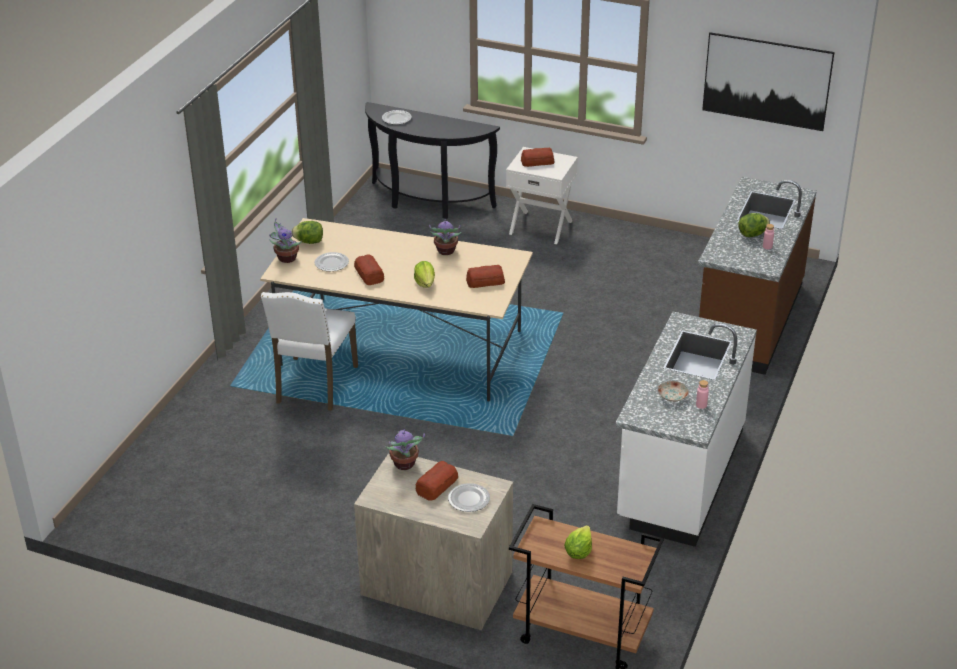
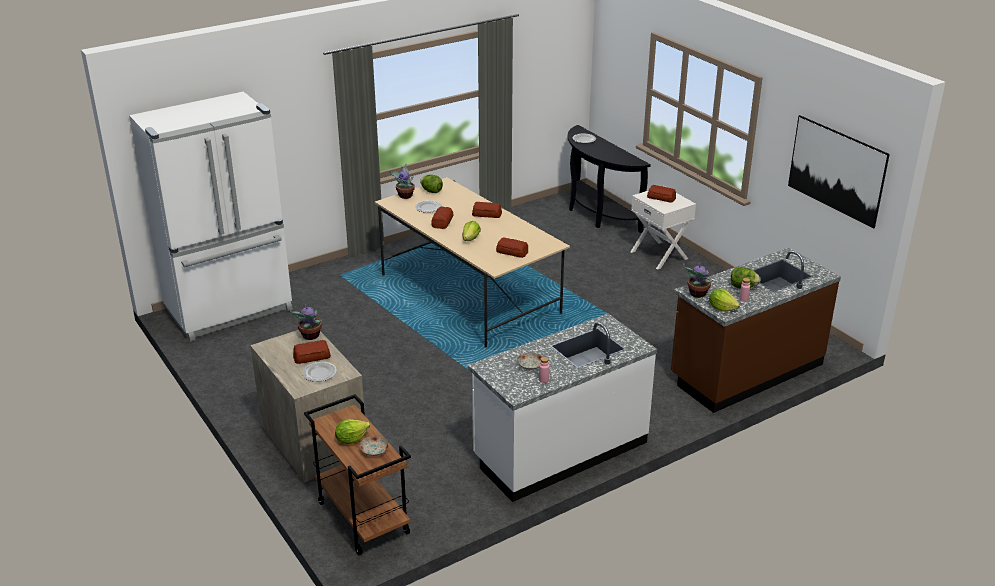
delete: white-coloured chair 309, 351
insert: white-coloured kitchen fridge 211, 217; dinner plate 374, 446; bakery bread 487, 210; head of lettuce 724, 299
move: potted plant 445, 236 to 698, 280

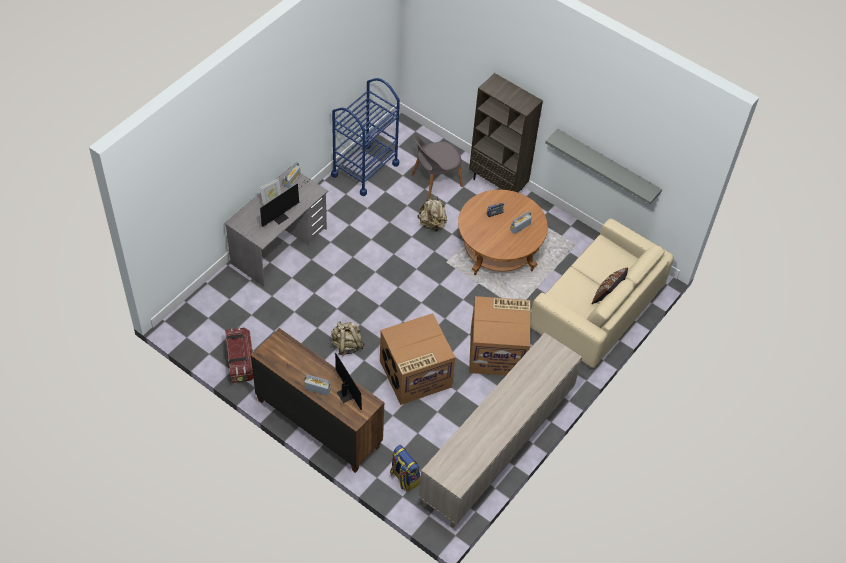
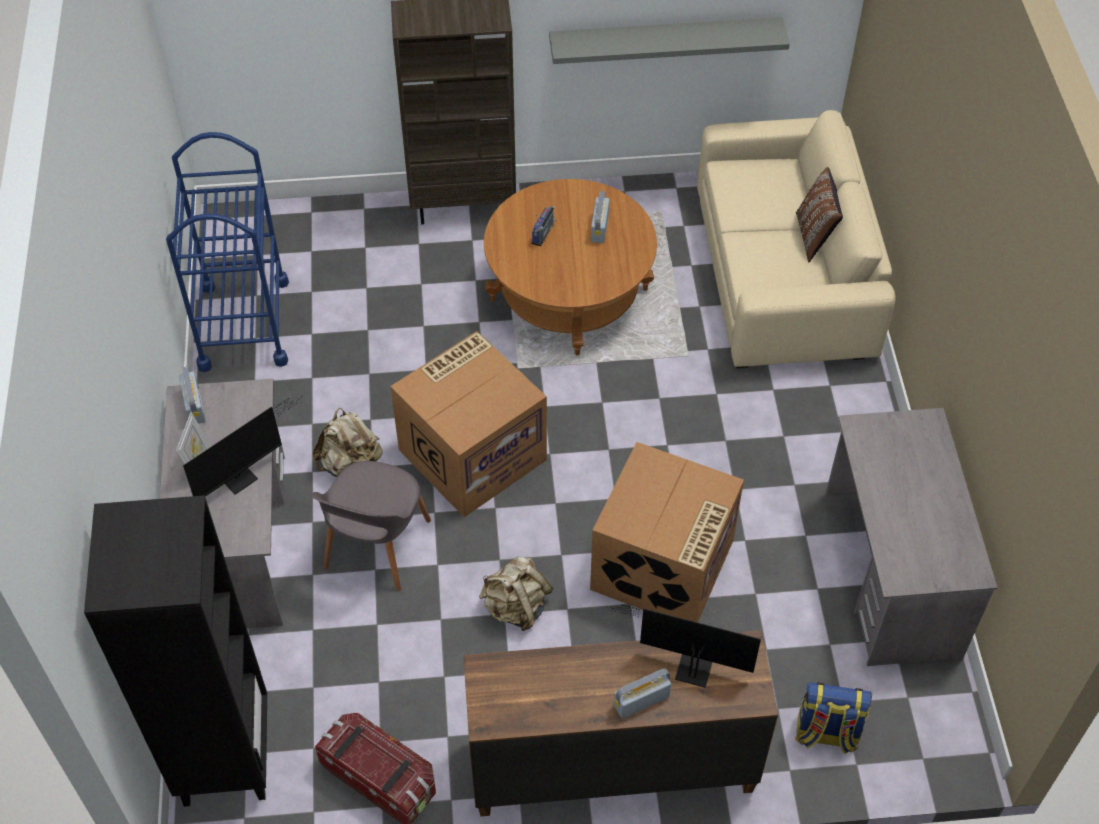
insert: black shelving unit 175, 651
move: gray chair 437, 167 to 370, 526; beige knapsack 432, 214 to 348, 442; carton 499, 335 to 468, 424
replace: beige cabinet 500, 430 to gray desk table 912, 537
rotate: computer screen 284, 203 = 242, 446 45 degrees clockwise

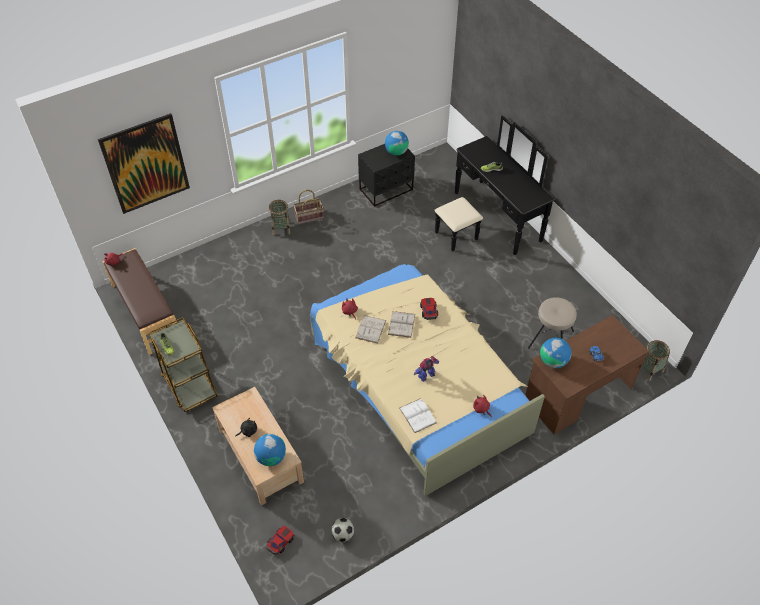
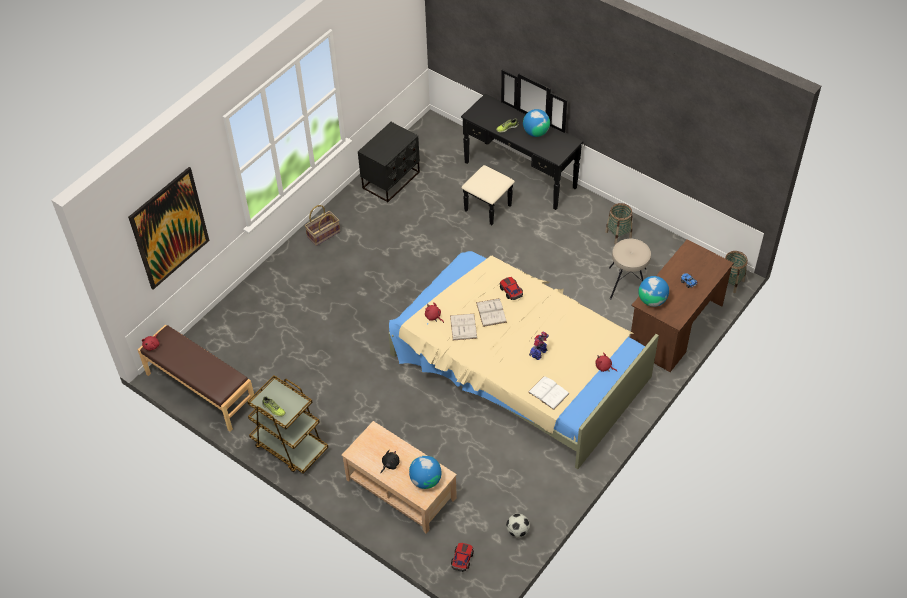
move: household basket 279, 217 to 618, 223; globe 397, 143 to 536, 123

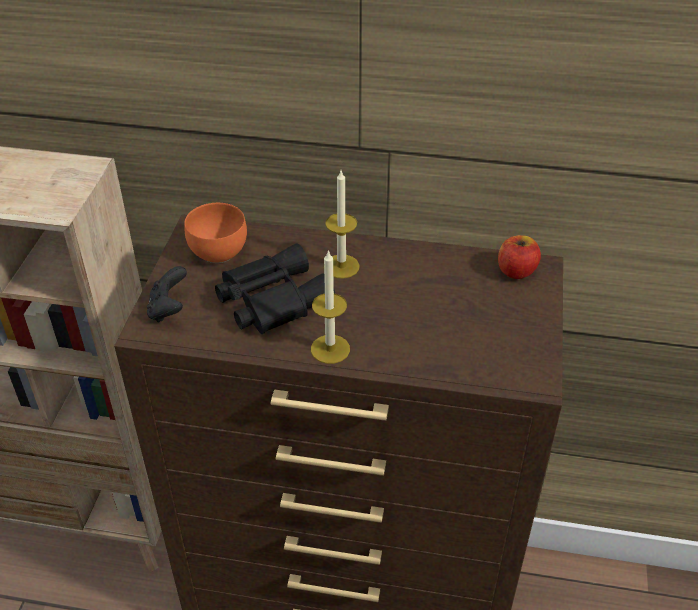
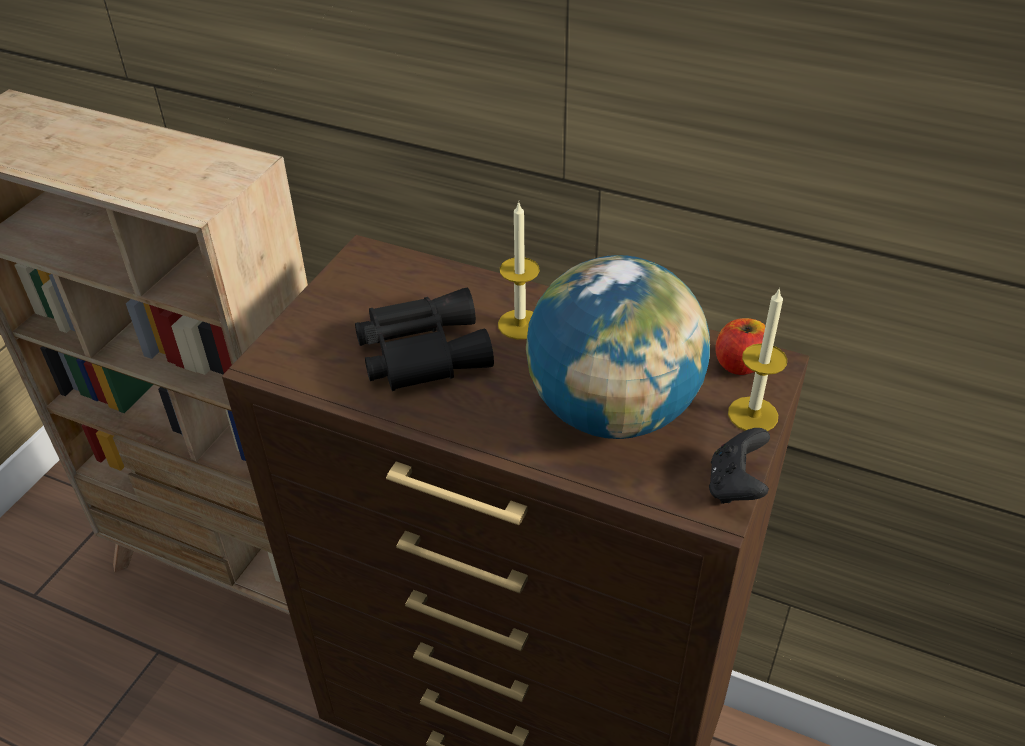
delete: orange-coloured serving bowl 215, 233
insert: globe 618, 347
move: black gamepad 167, 294 to 739, 466; wax light 330, 307 to 757, 359

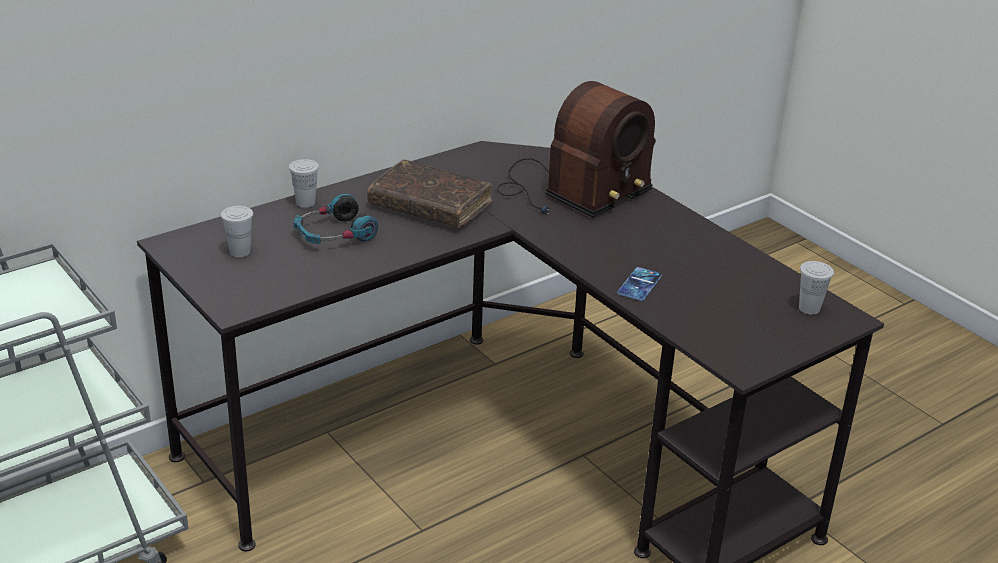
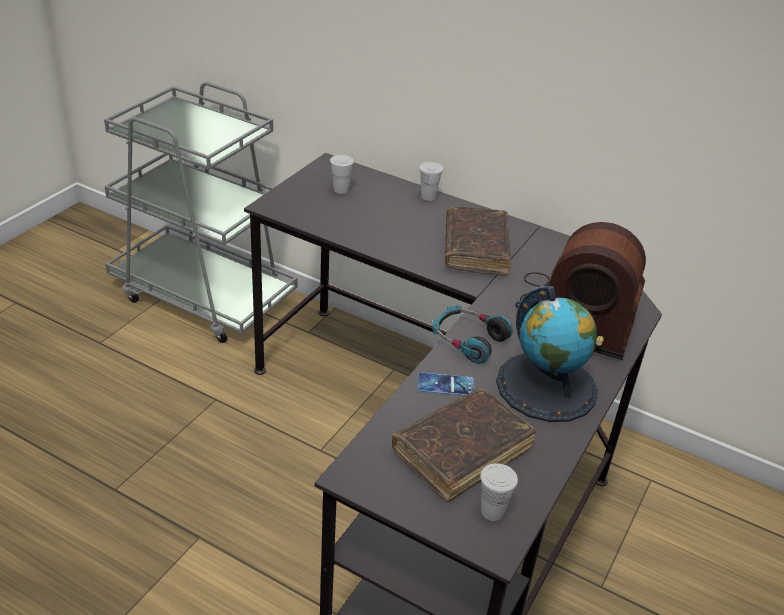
insert: brown book 464, 445; globe 547, 354
move: pair of headphones 336, 219 to 472, 334

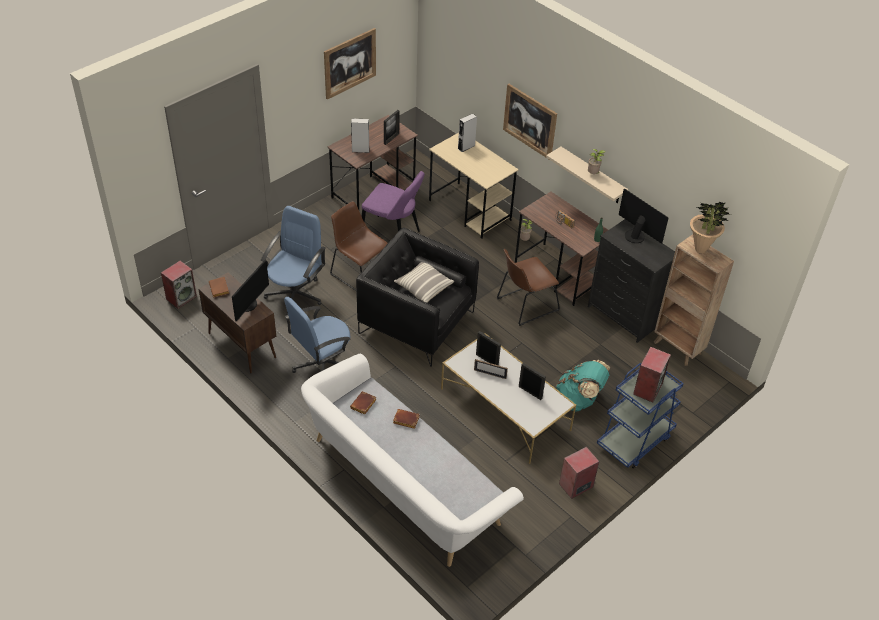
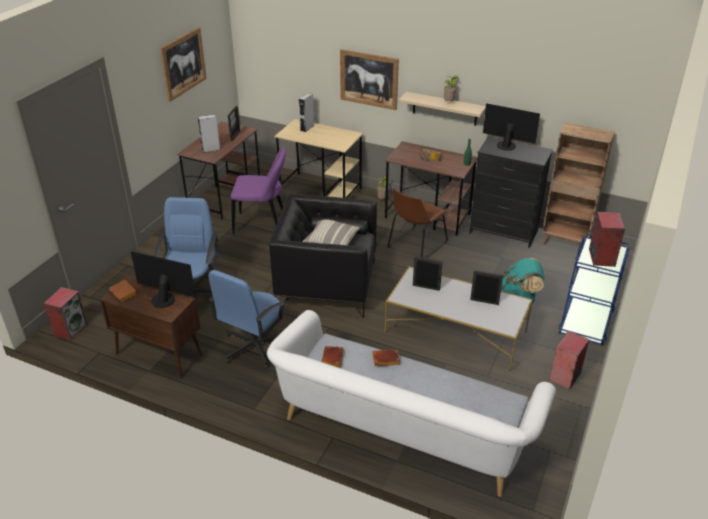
delete: brown chair 359, 246; photo frame 491, 369; potted plant 710, 228
rotate: computer screen 250, 290 = 163, 279 75 degrees counterclockwise

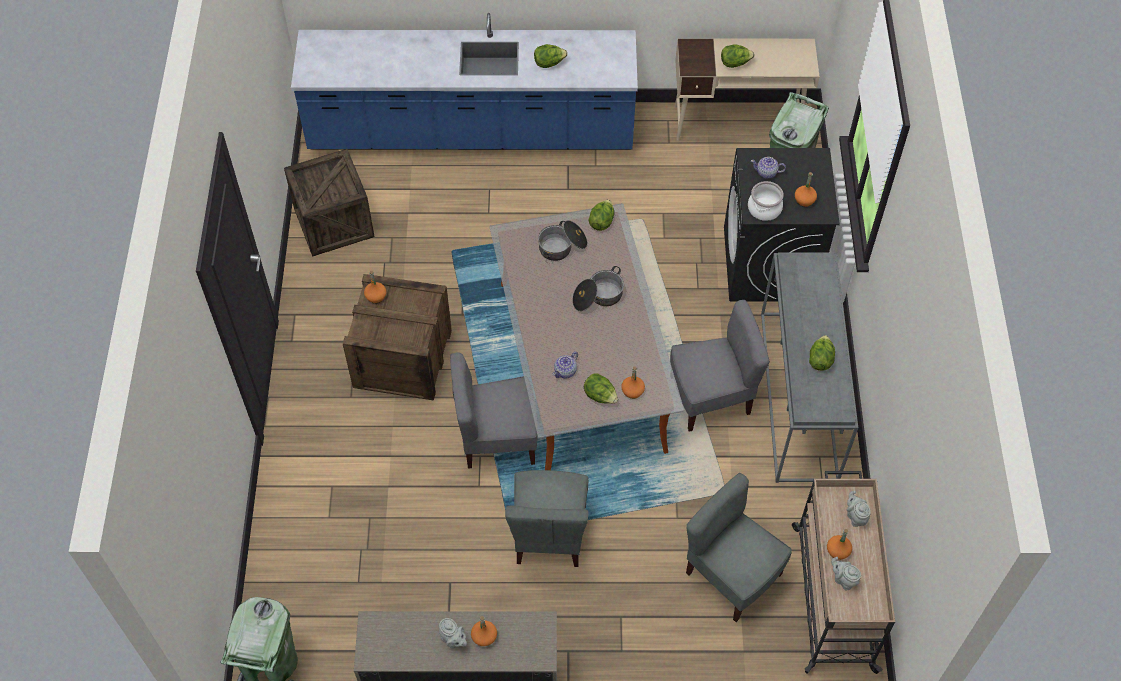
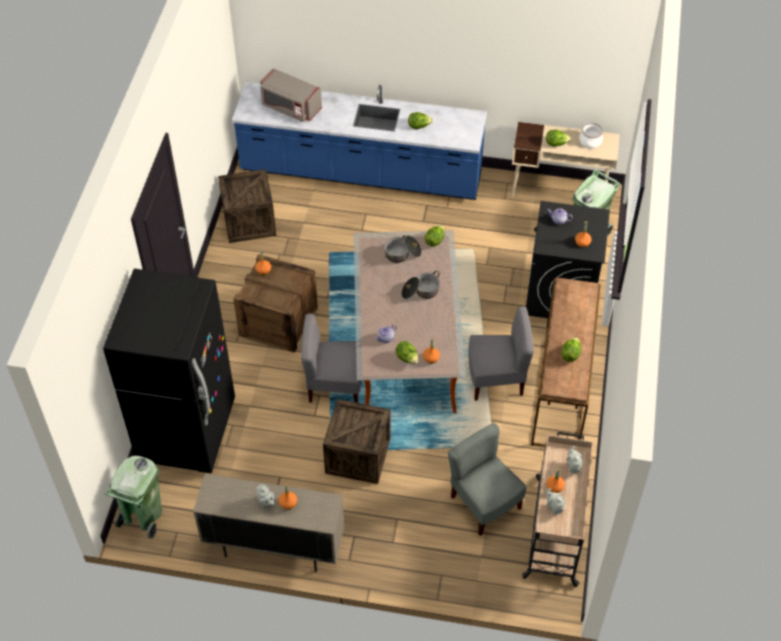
insert: black kitchen fridge 169, 371; gray microwave oven 291, 95
move: stockpot 766, 201 to 591, 135
replace: gray chair 546, 518 to packing crate 356, 441
recolor: gray narrow table 809, 367 to brown narrow table 566, 362

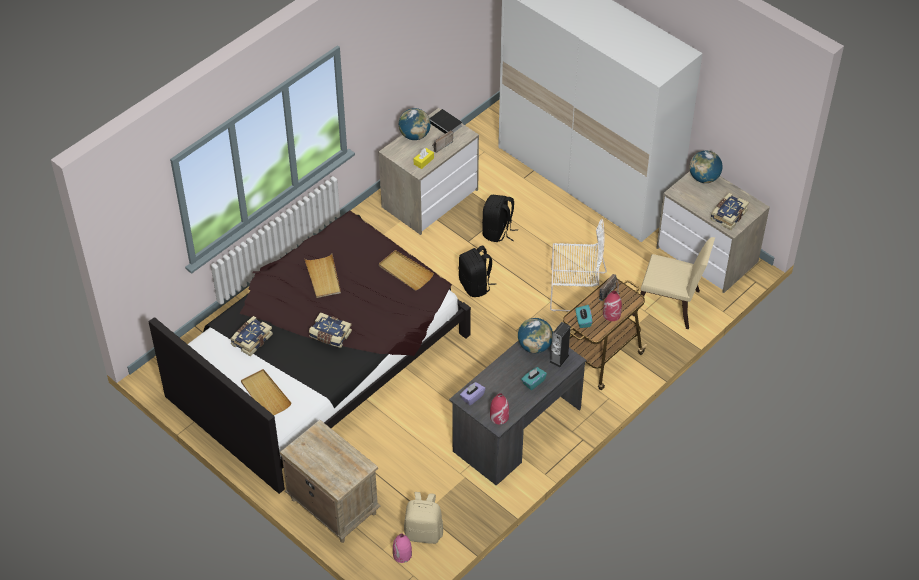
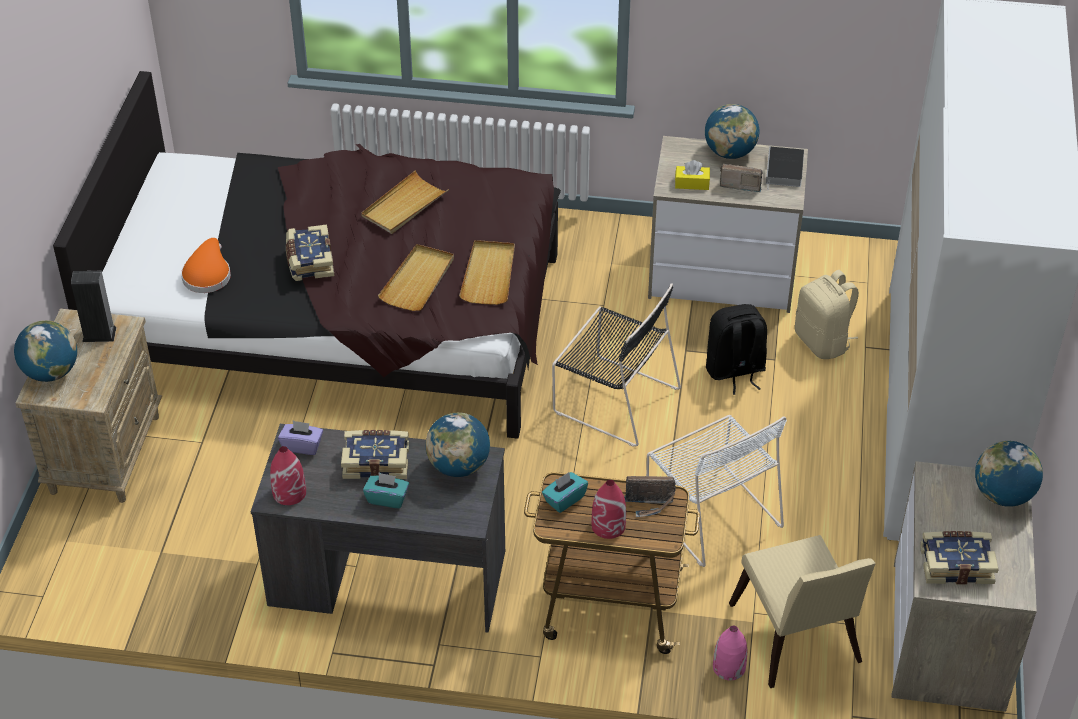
insert: globe 45, 351; orange-coloured clothing hat 206, 265
move: book 251, 336 to 375, 454; beige serving tray 266, 392 to 416, 277; pinkish vase 402, 548 to 730, 653; beige knapsack 423, 518 to 827, 314; audio speaker 560, 345 to 93, 306
replace: black knapsack 478, 271 to black chair 616, 365

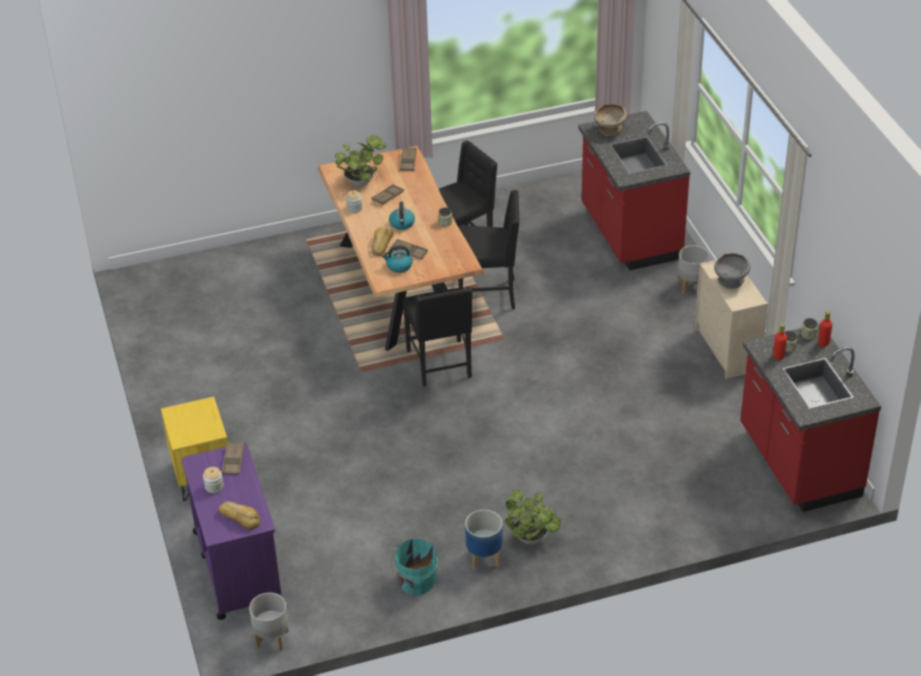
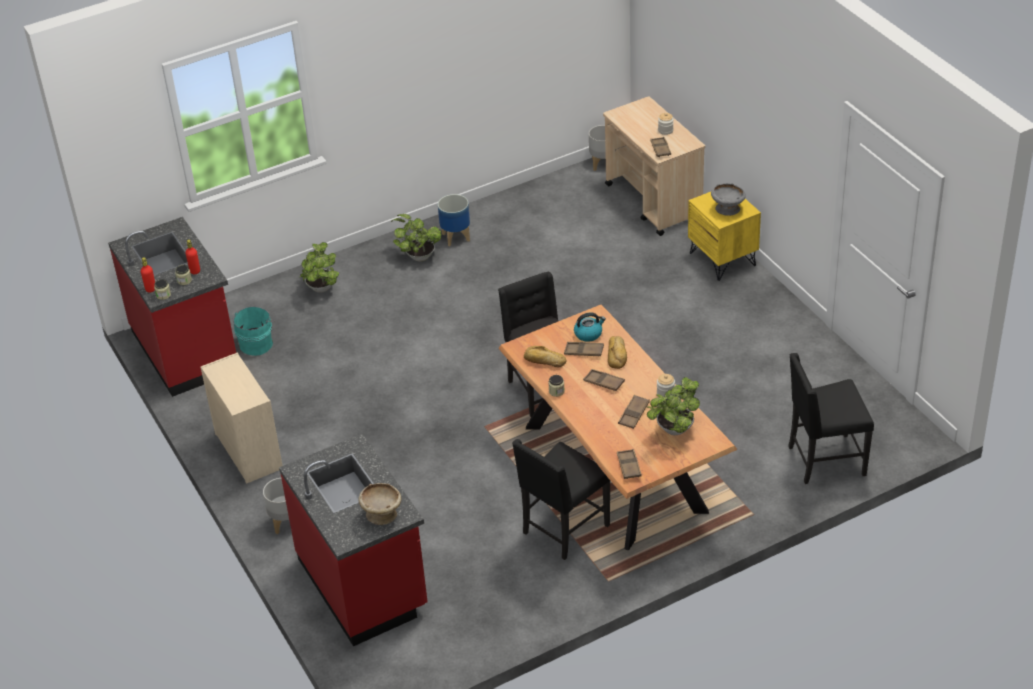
insert: potted plant 319, 267
move: bakery bread 239, 515 to 545, 356; turquoise pail 414, 566 to 254, 331; black chair 489, 249 to 831, 418; gray serving bowl 732, 271 to 728, 200
replace: tea kettle 402, 216 to brown serving tray 604, 380
recolor: purplish wheeled cart 231, 531 to beige wheeled cart 654, 166

